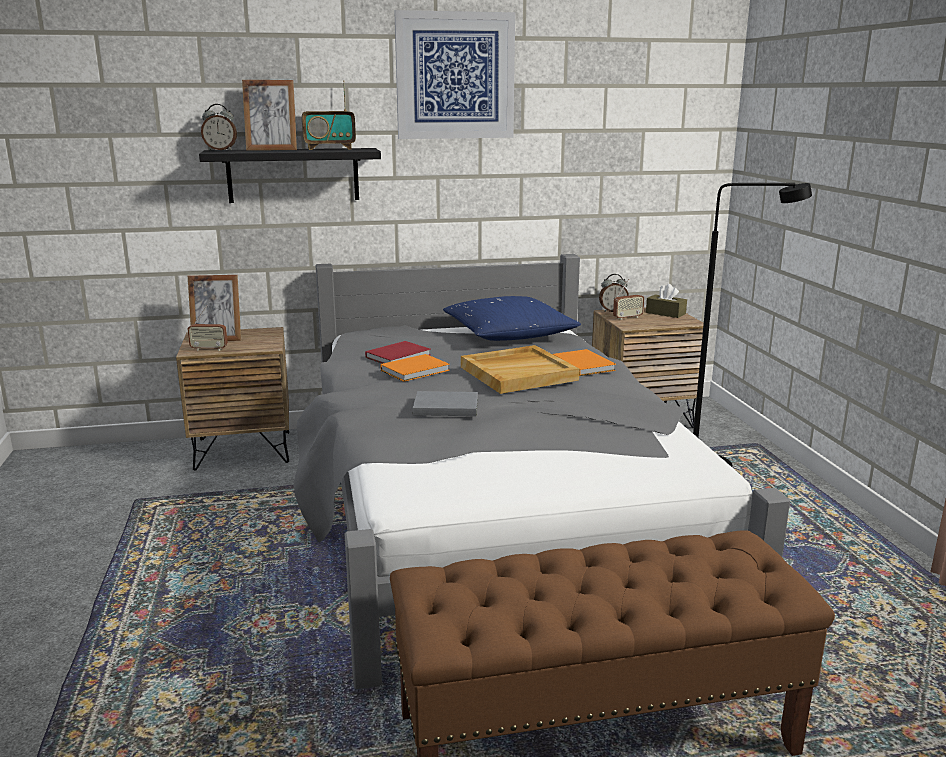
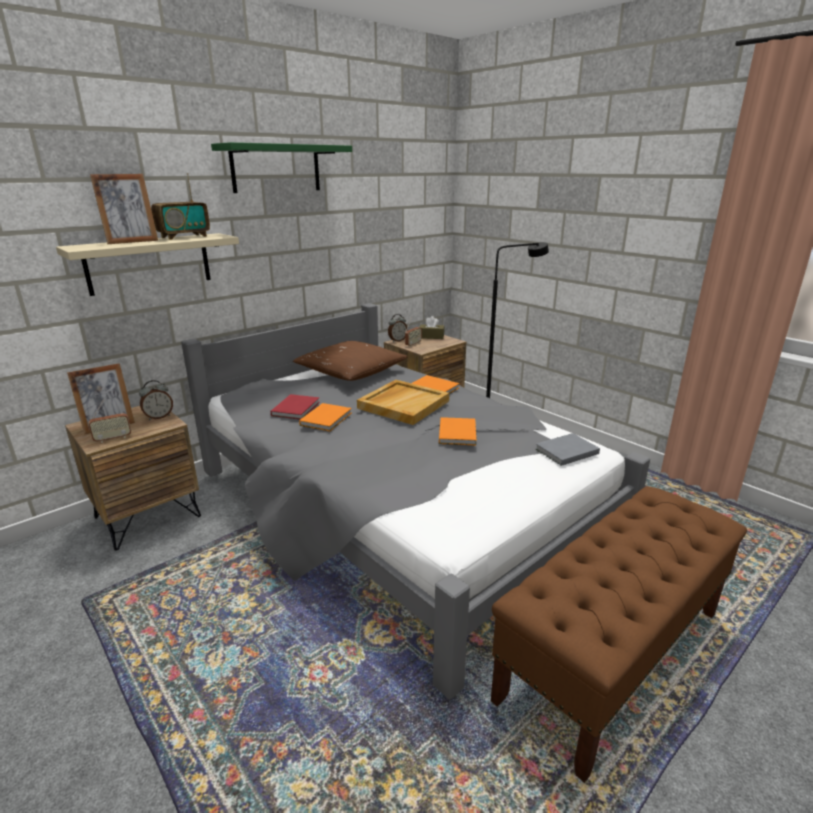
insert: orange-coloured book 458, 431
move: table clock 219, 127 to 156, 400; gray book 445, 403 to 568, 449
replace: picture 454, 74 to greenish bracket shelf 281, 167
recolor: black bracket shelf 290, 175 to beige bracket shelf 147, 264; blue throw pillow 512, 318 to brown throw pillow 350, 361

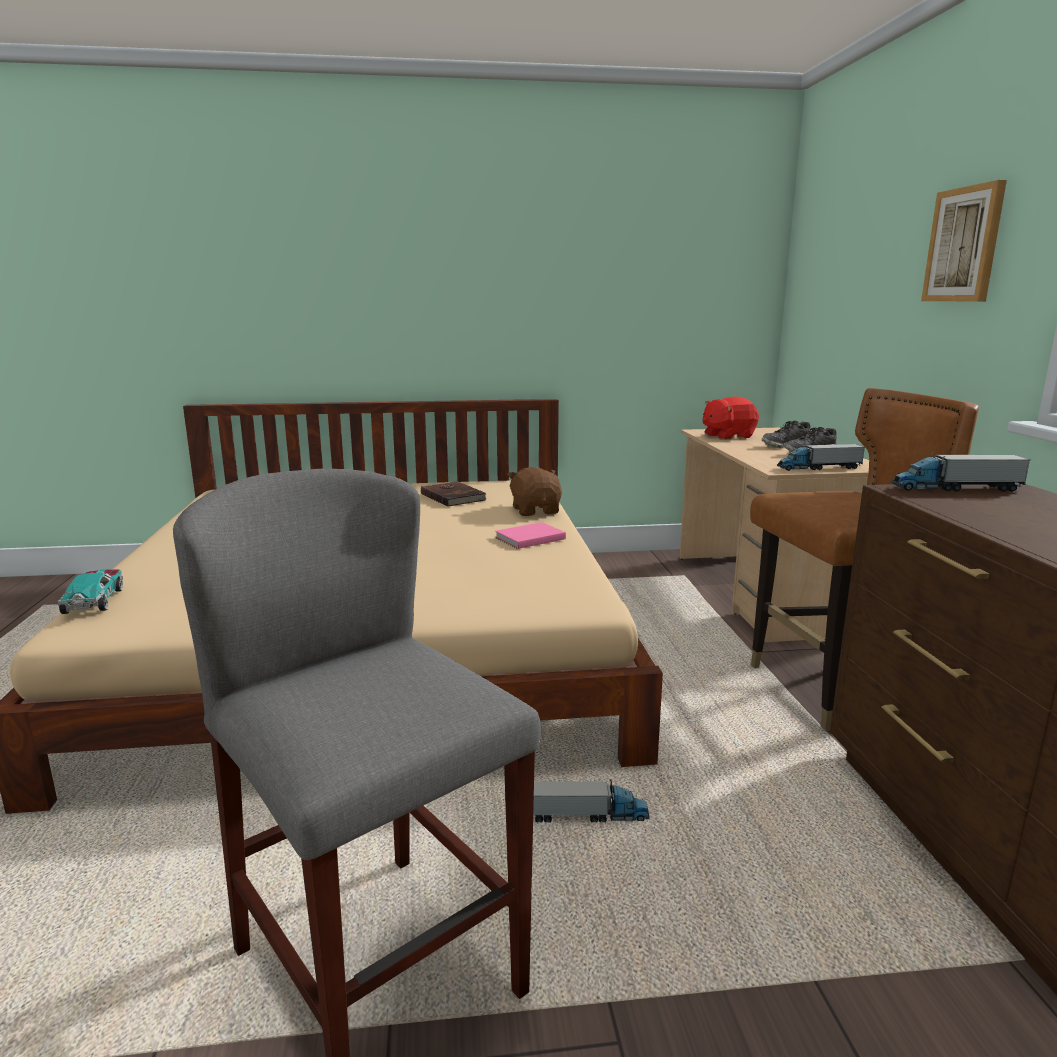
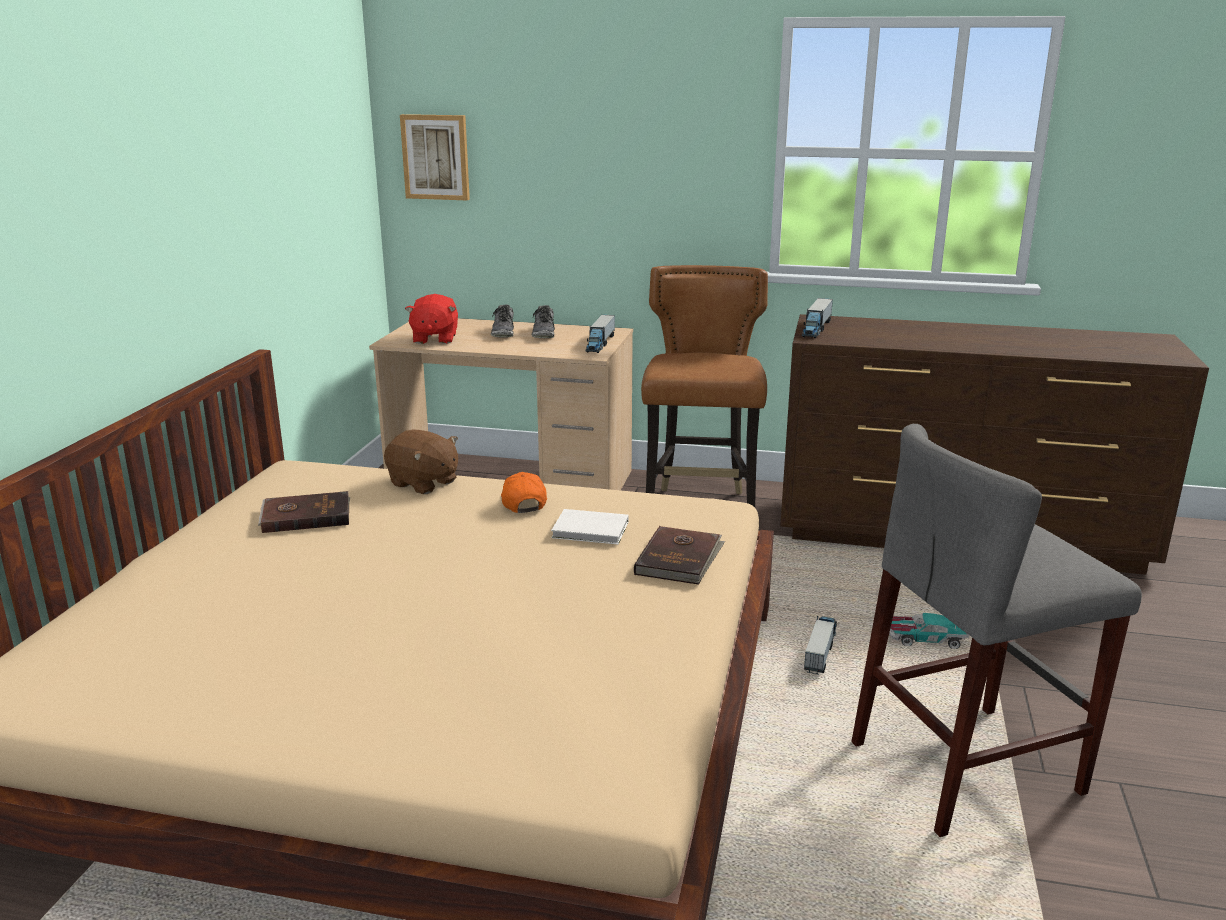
insert: white-coloured book 590, 526; brown book 679, 555
move: model car 90, 591 to 929, 631; picture 964, 240 to 435, 157
replace: pinkish book 530, 535 to orange-coloured peaked cap 524, 492
rotate: brown plush toy 534, 491 = 421, 461 150 degrees counterclockwise

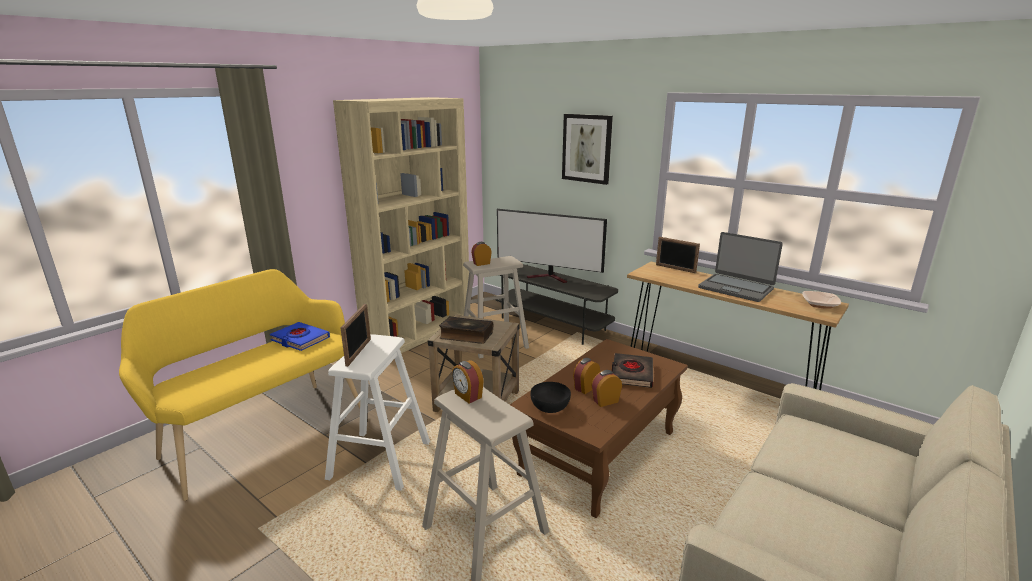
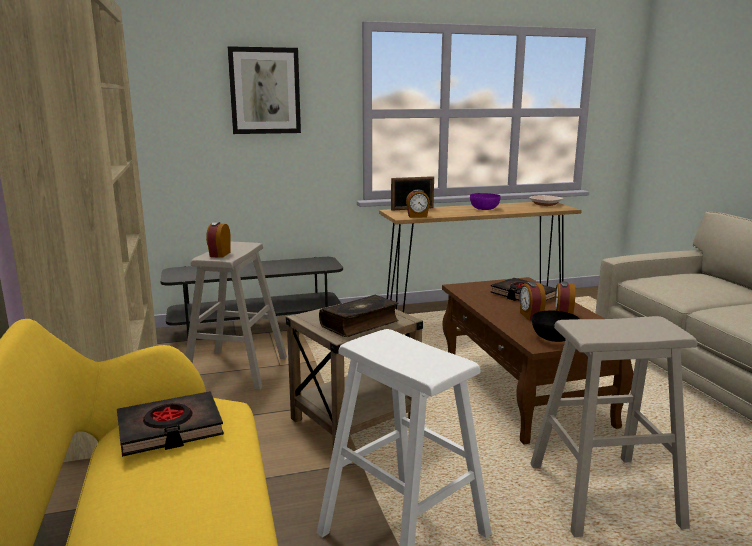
delete: photo frame 355, 335; TV set 552, 246
move: table clock 468, 382 to 418, 203
replace: laptop 740, 267 to purplish serving bowl 485, 201
recolor: blue book 300, 336 to black book 170, 424

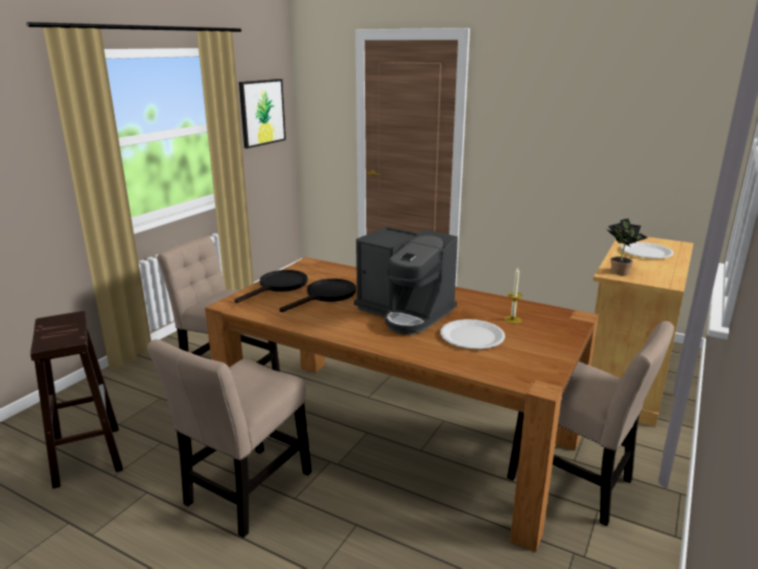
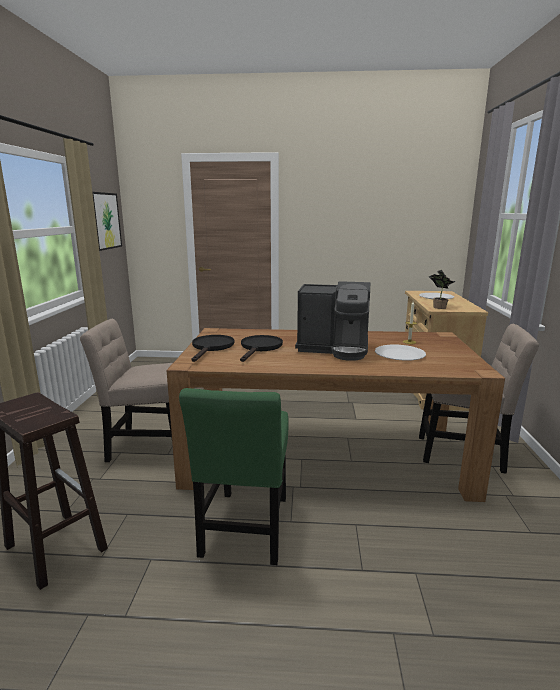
recolor: beige chair 229, 438 to greenish chair 233, 476

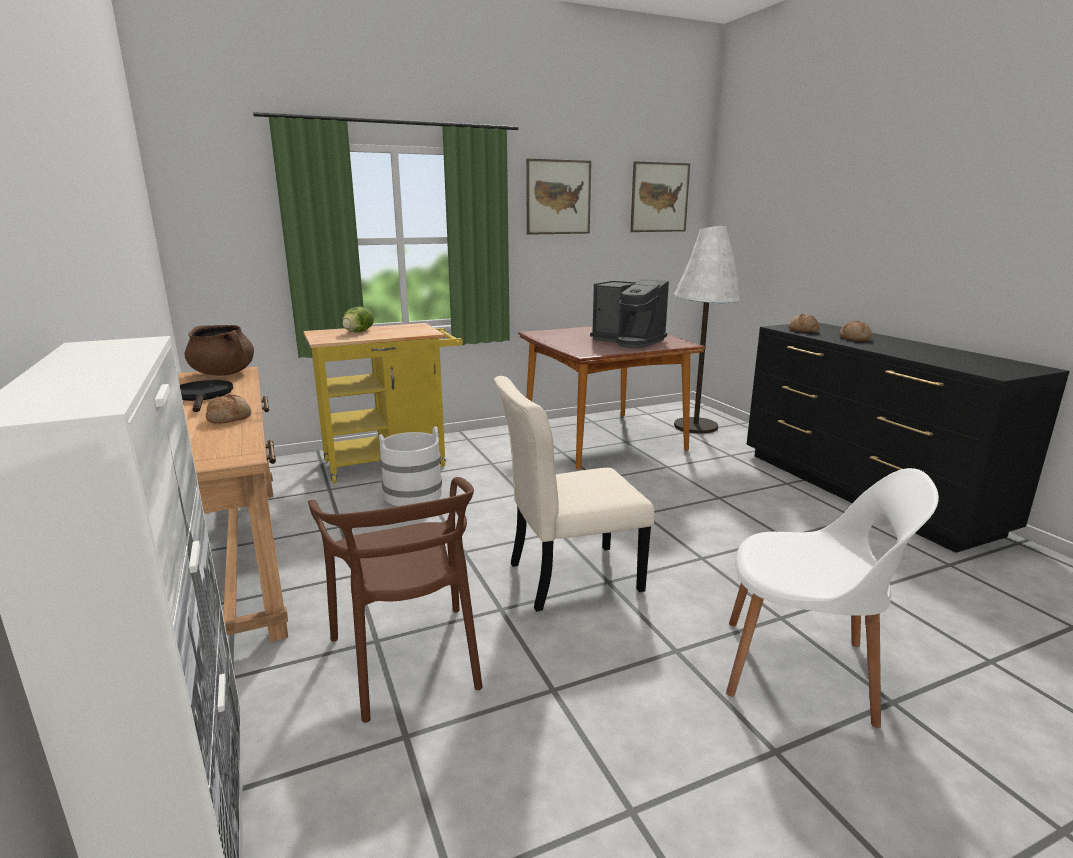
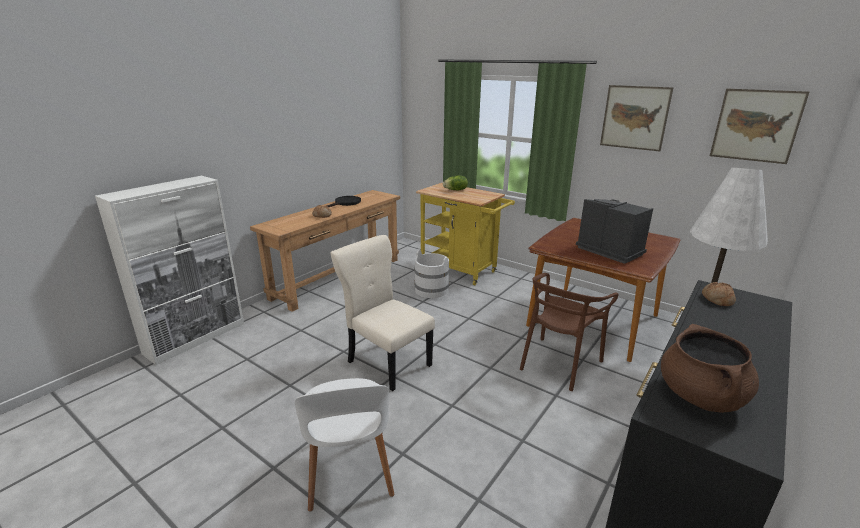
delete: bakery bread 855, 331
move: brown stockpot 219, 350 to 710, 368; brown chair 395, 600 to 569, 332
rotate: coffee brewer 629, 313 = 614, 231 135 degrees clockwise

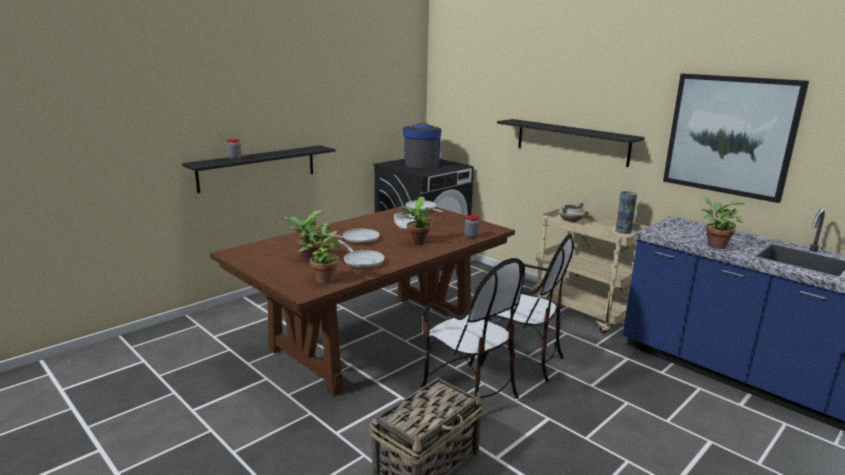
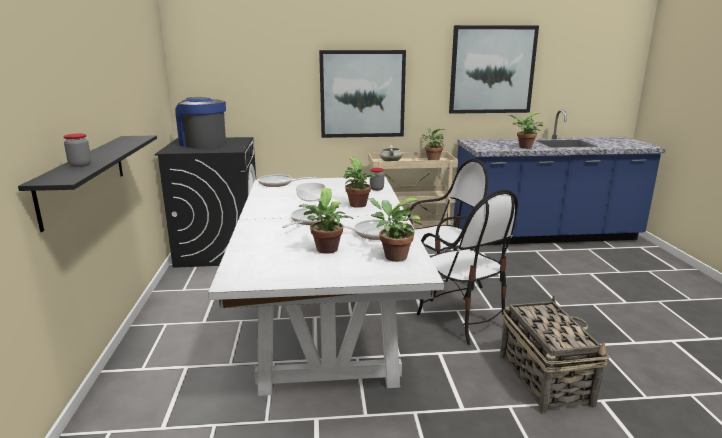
replace: black bracket shelf 571, 143 to picture 362, 94; vase 626, 212 to potted plant 433, 144
recolor: brown dining table 362, 300 to white-coloured dining table 326, 286
rotate: chair 473, 328 = 467, 267 60 degrees clockwise

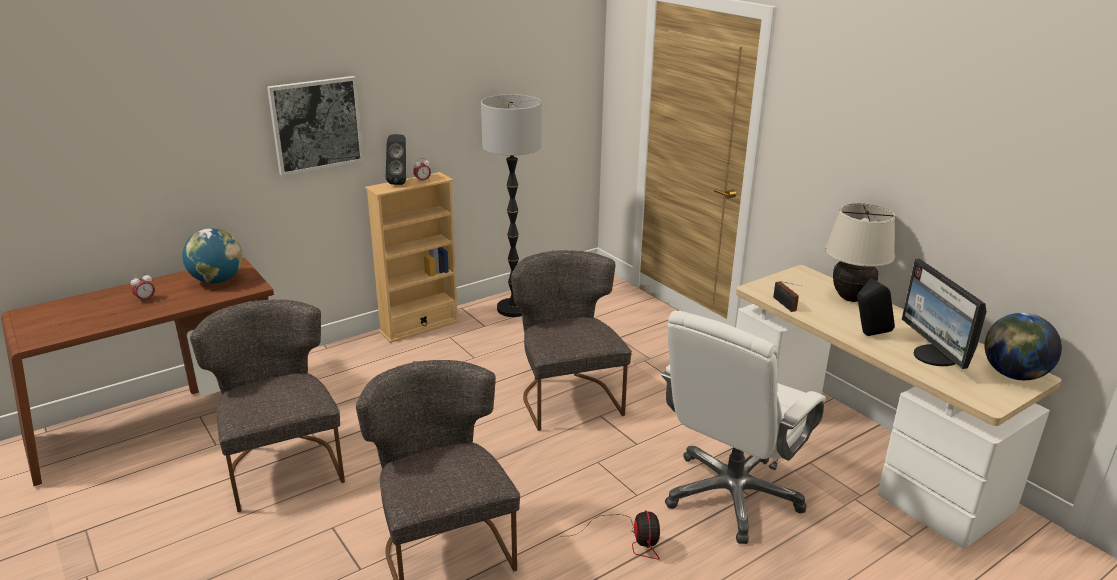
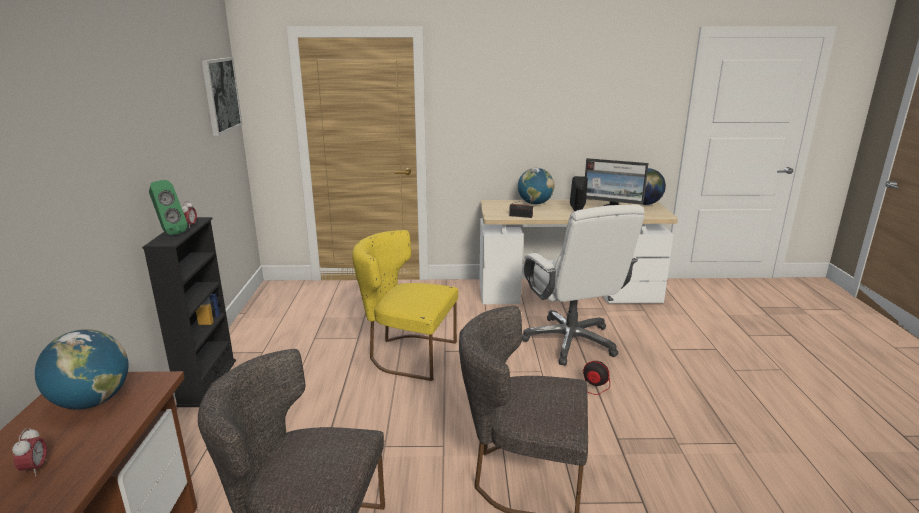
delete: floor lamp 511, 205
move: picture 315, 126 to 222, 96
replace: beige tabletop lamp 860, 252 to globe 536, 186
recolor: beige shelving unit 412, 257 to black shelving unit 189, 312; black audio speaker 396, 159 to greenish audio speaker 168, 207; gray chair 571, 340 to yellow-coloured chair 405, 305

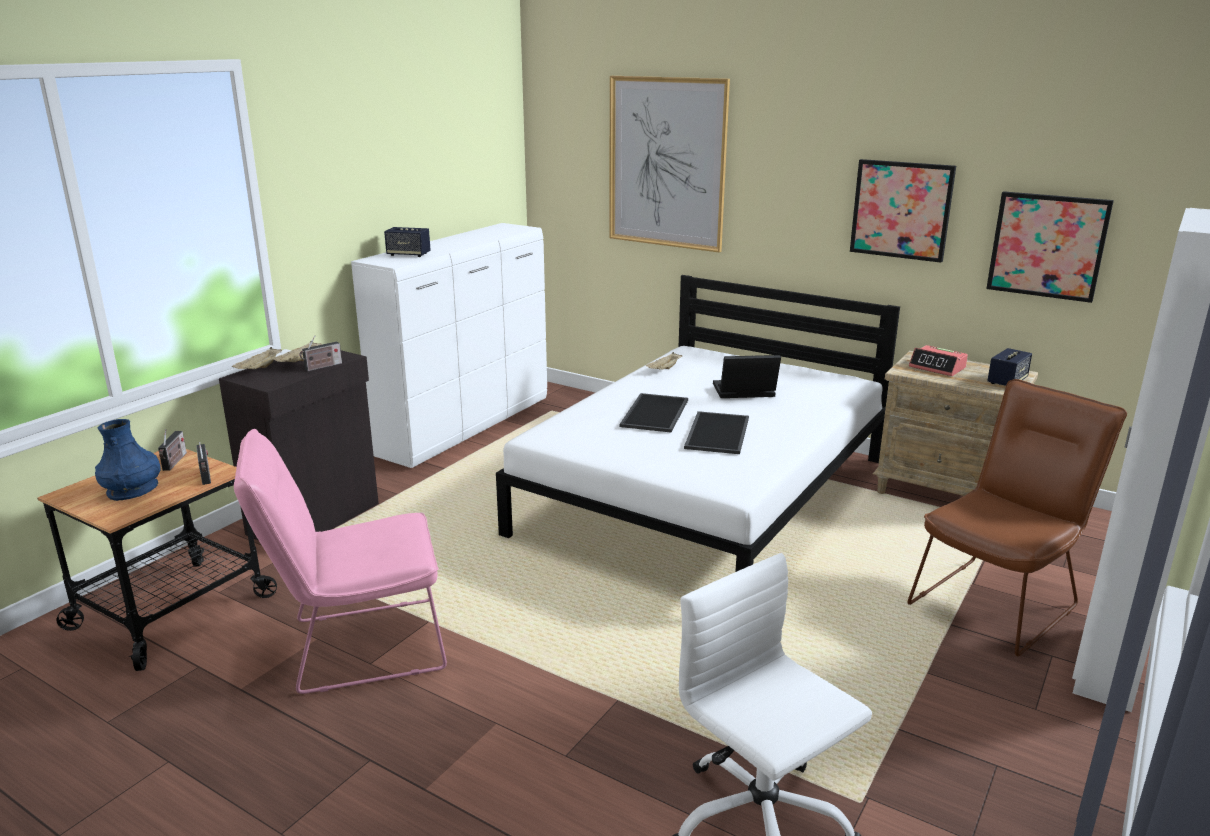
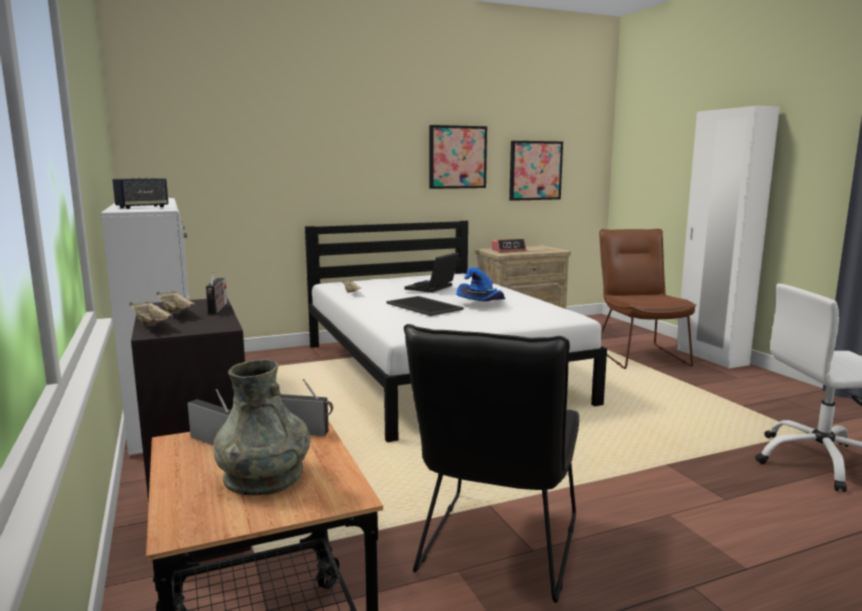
delete: picture 669, 164; audio speaker 1009, 367
replace: serving tray 716, 432 to blue clothing hat 480, 284
recolor: blue vase 128, 460 to gray vase 261, 427; pinkish chair 340, 561 to black chair 491, 463

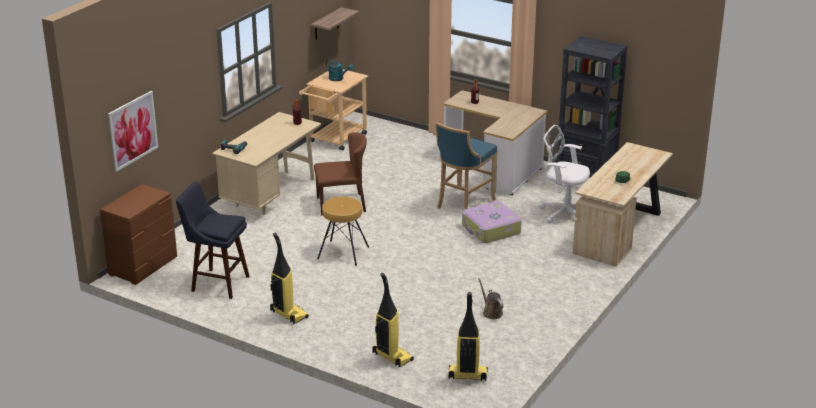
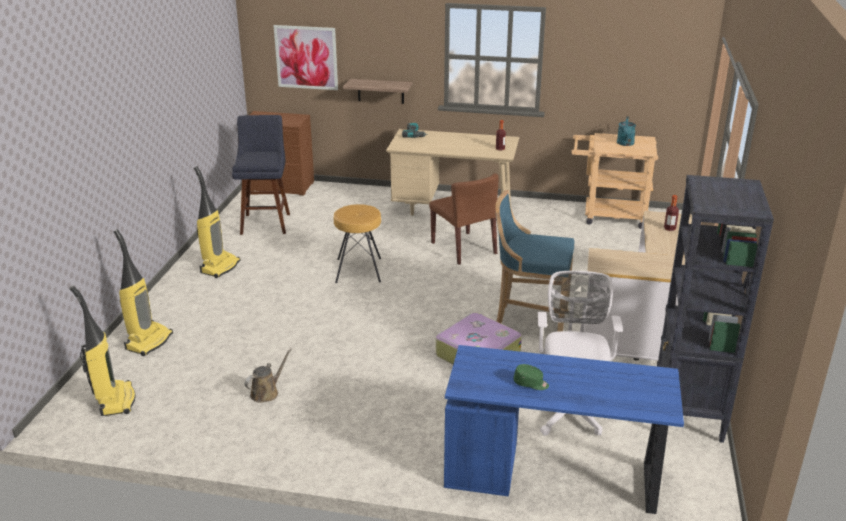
move: bracket shelf 335, 23 to 377, 91
recolor: beige desk table 623, 204 to blue desk table 564, 429

